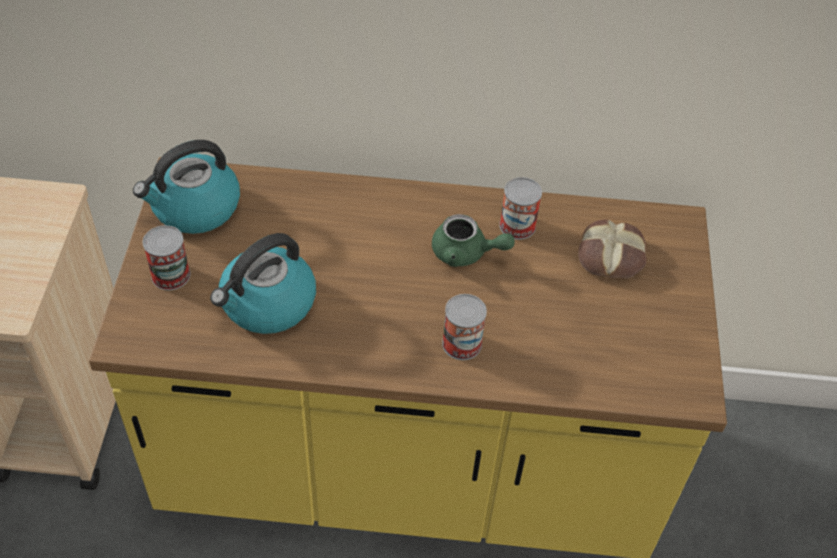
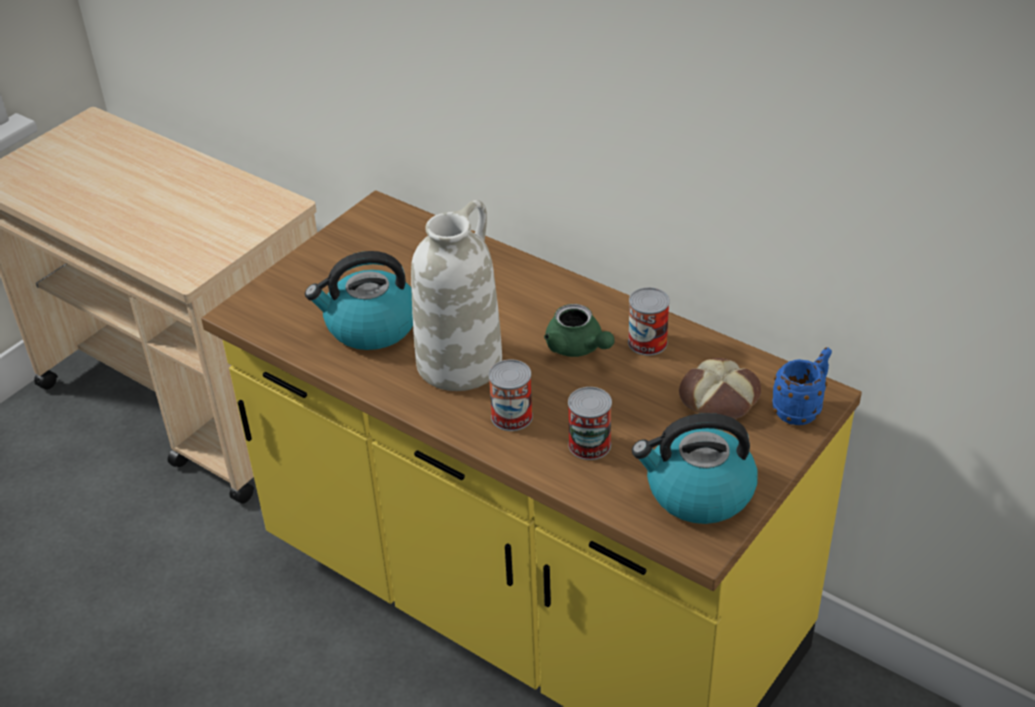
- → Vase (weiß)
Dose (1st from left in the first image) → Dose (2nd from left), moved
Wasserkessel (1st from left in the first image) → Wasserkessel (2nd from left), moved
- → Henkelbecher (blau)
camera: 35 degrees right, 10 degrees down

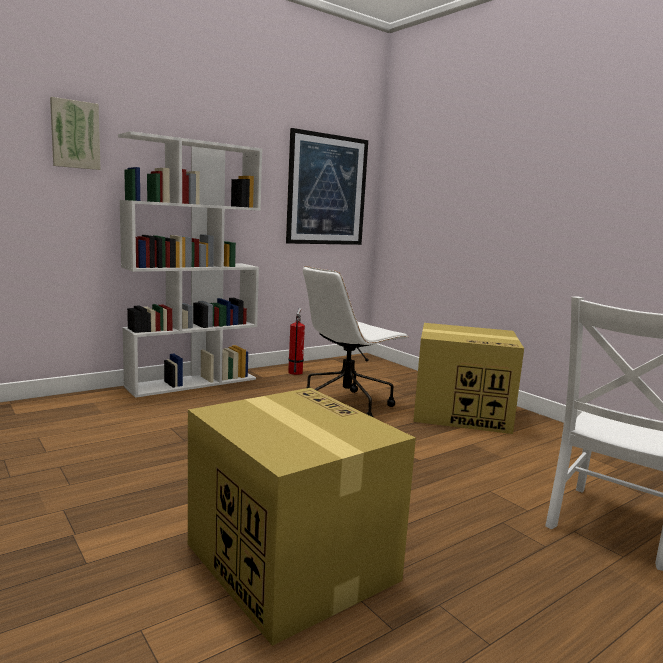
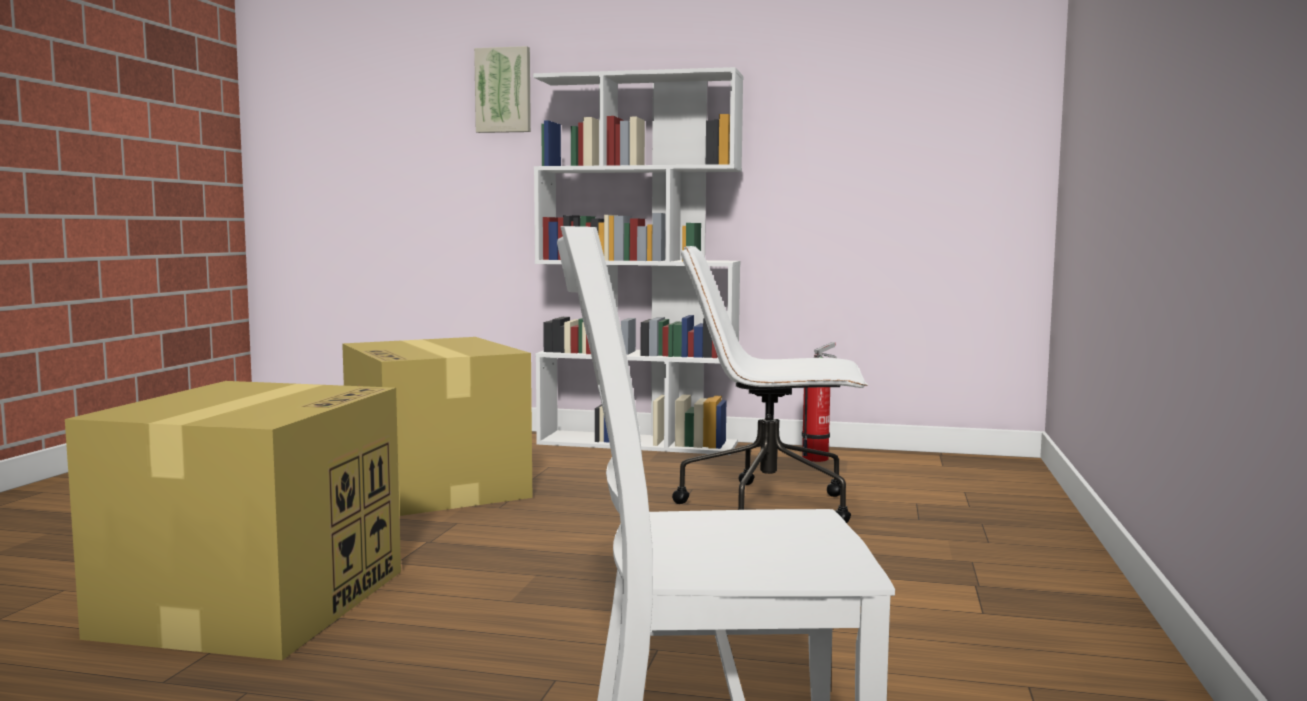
Karton (2nd from left), moved
Bild (2nd from left) → -
camera: 50 degrees right, 5 degrees down

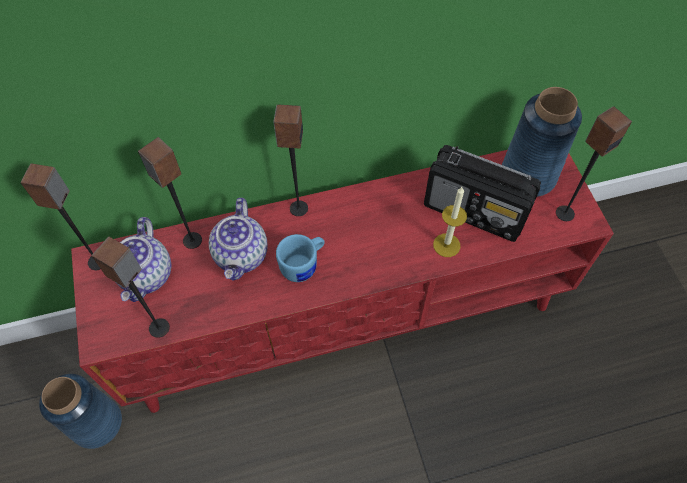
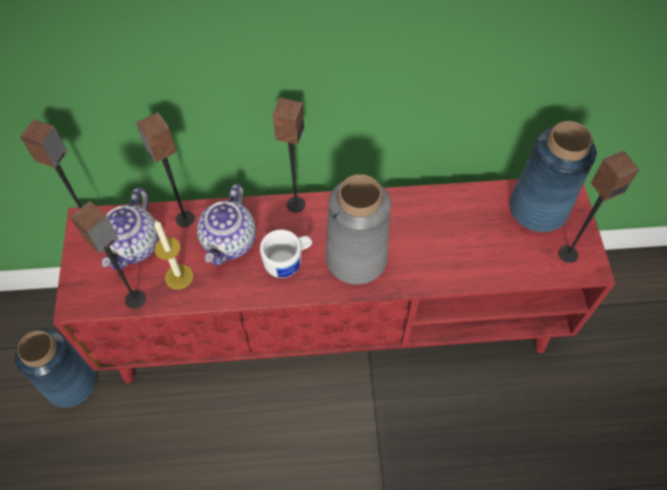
Kerze, moved
Henkelbecher (blau) → Henkelbecher (weiß)
- → Vase (grau)
Radio → -
camera: 10 degrees right, 0 degrees up

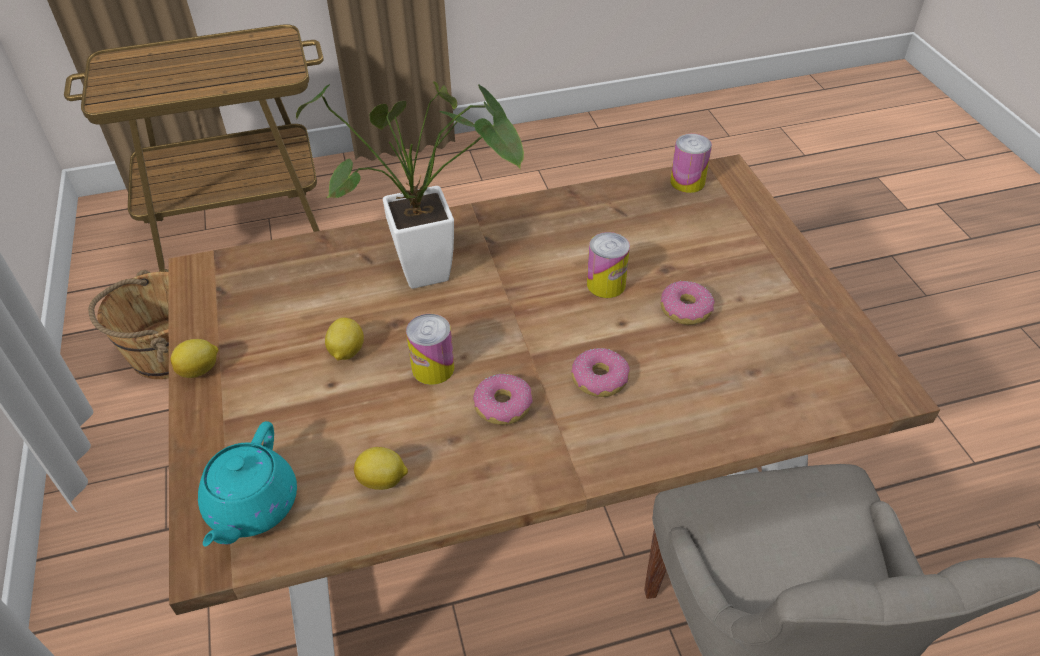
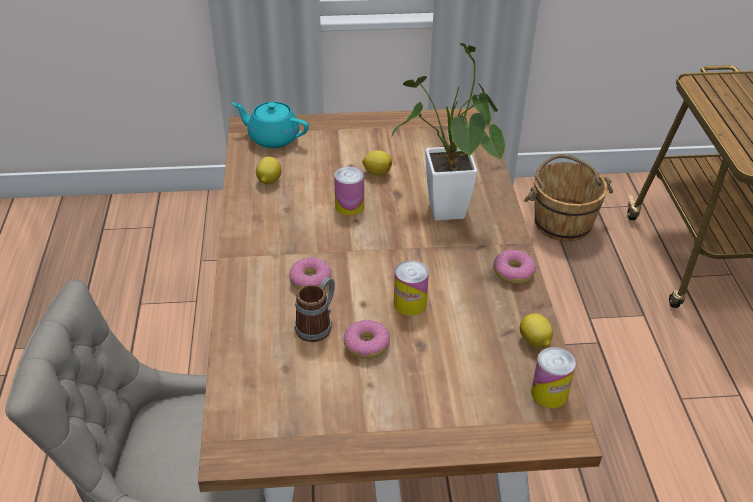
- → Henkelbecher
Donut (1st from left in the first image) → Donut (3rd from left), moved
Zitrone (1st from left in the first image) → Zitrone (3rd from left), moved
camera: 100 degrees right, 5 degrees down

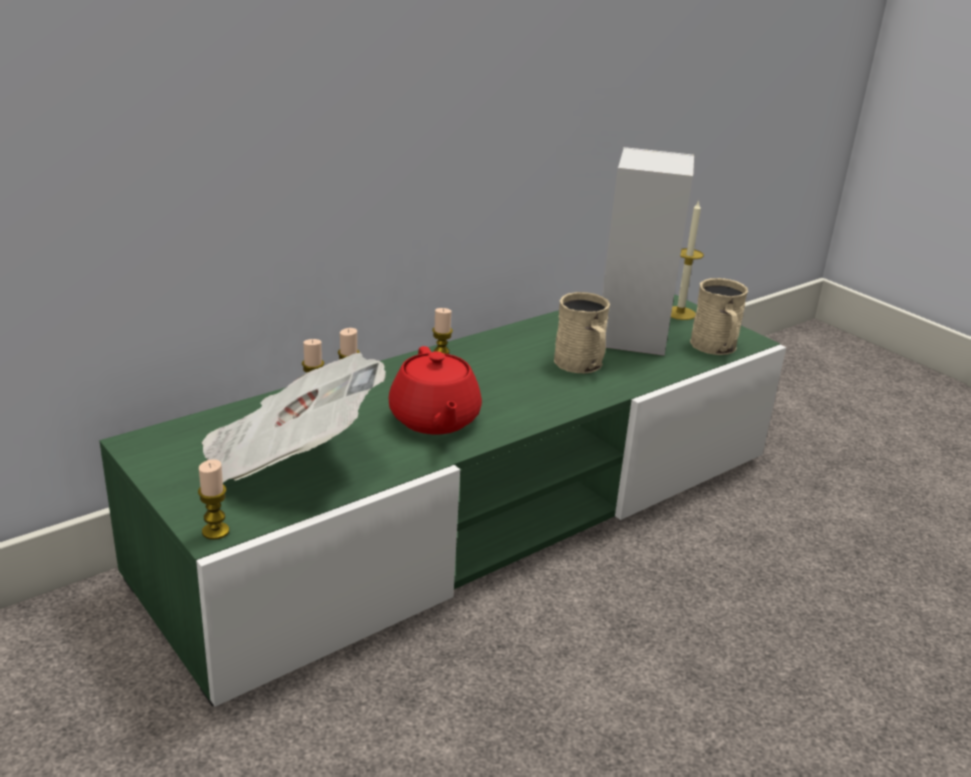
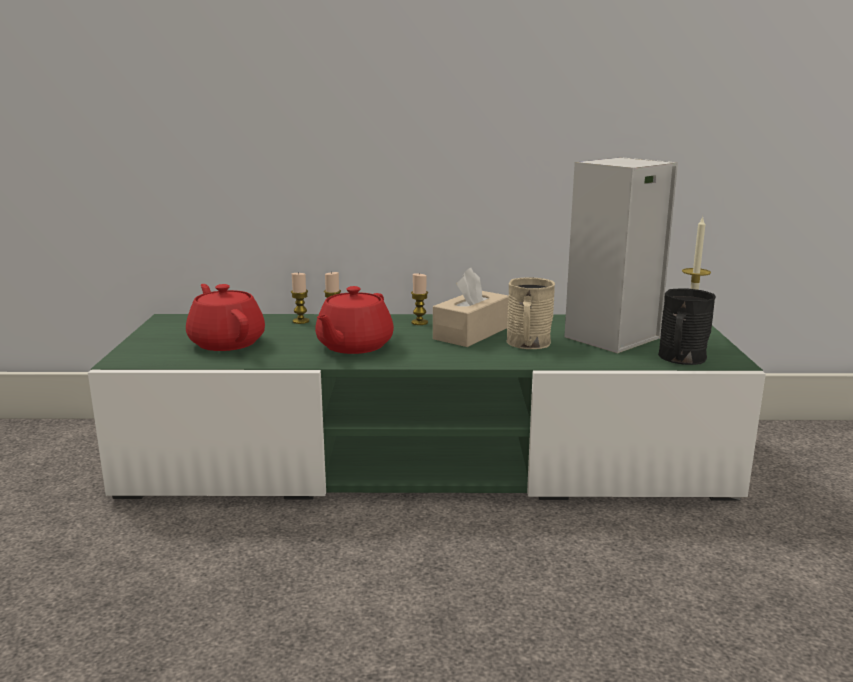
Zeitung → Teekanne (rot) (1st from left)
- → Taschentuchbox (beige)
Henkelbecher (beige) (2nd from left) → Henkelbecher (schwarz)
Kerze (1st from left) → -
camera: 40 degrees right, 10 degrees down

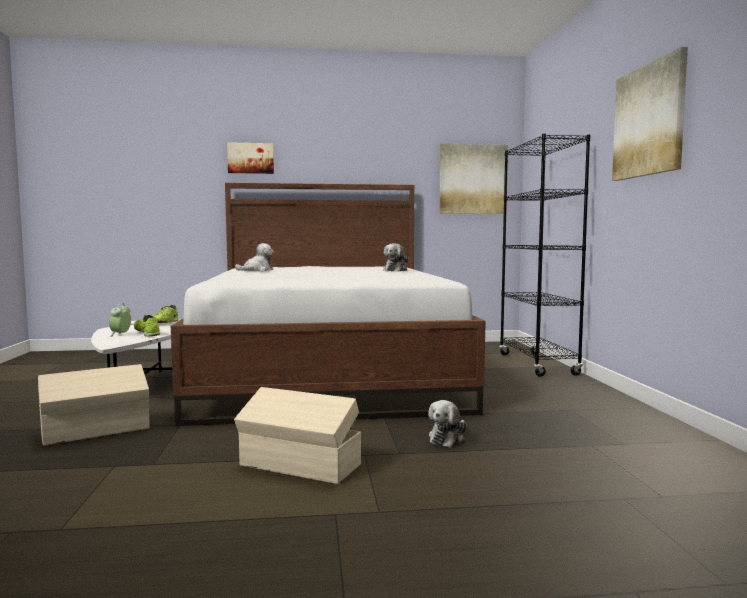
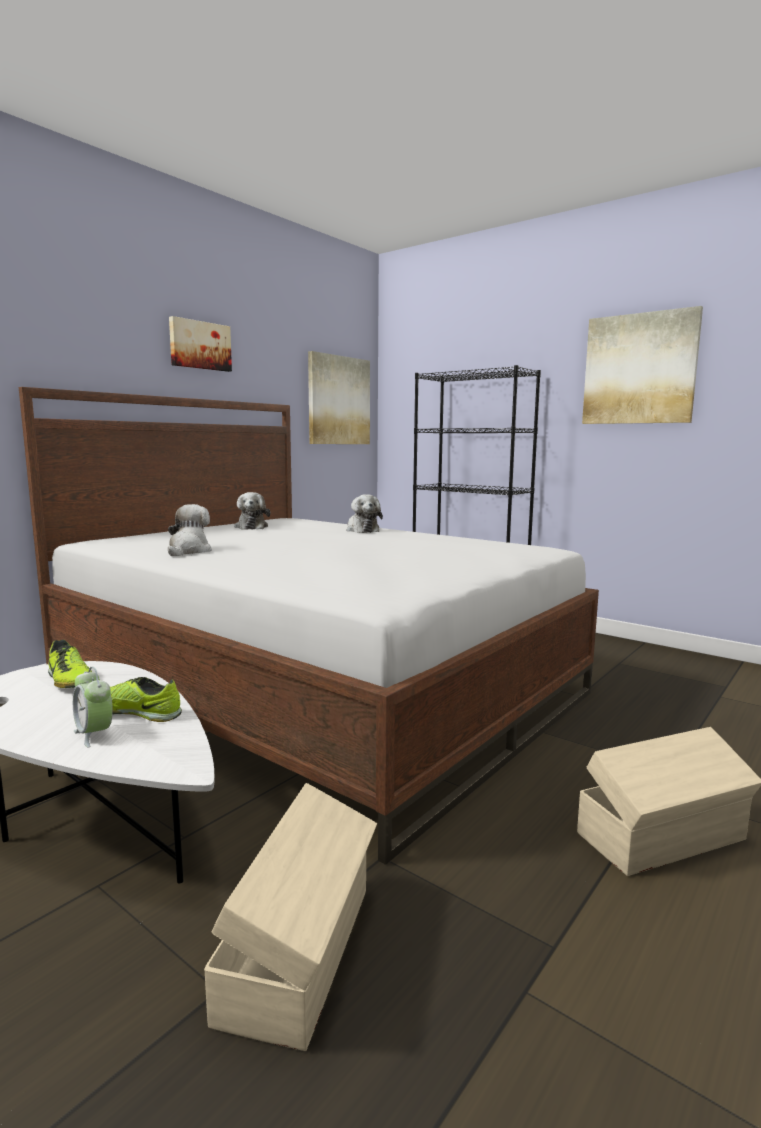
Bild (1st from left), moved
Plüschtier (3rd from left in the first image) → Plüschtier (2nd from left), moved
camera: 45 degrees left, 5 degrees up

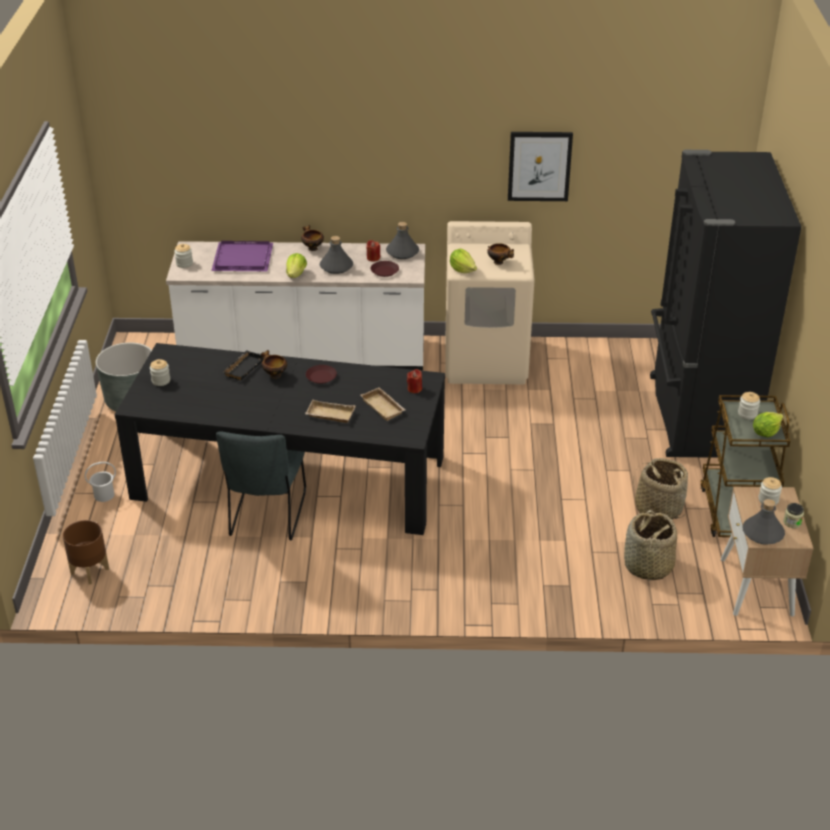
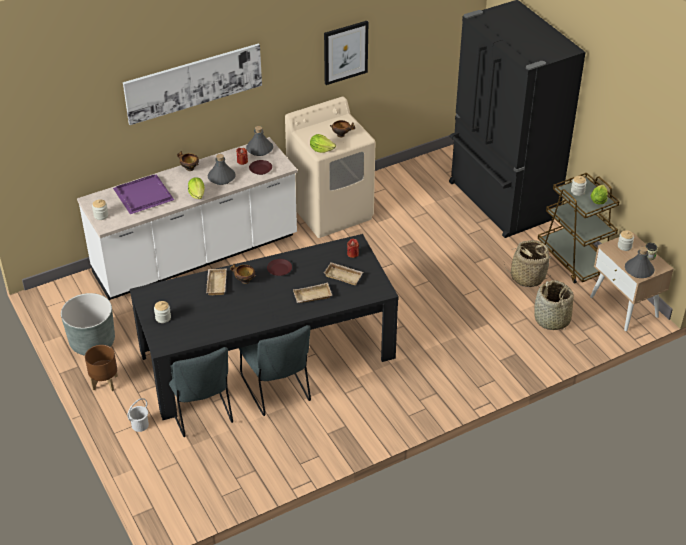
Pflanzkübel (braun), moved
- → Bild (1st from left)
- → Stuhl (grau) (1st from left)
Tablett (schwarz) → Tablett (beige) (1st from left)
camera: 30 degrees left, 5 degrees up

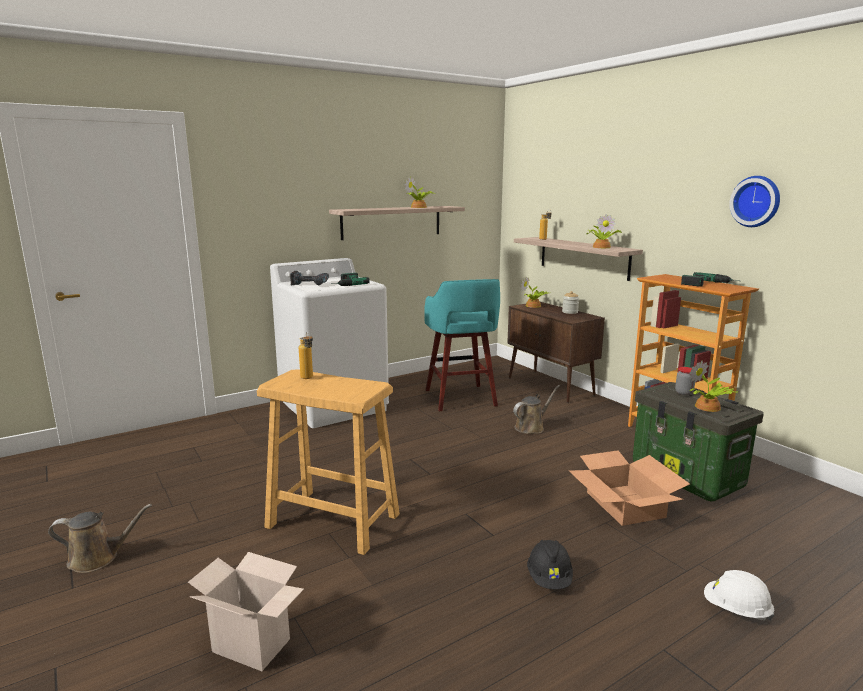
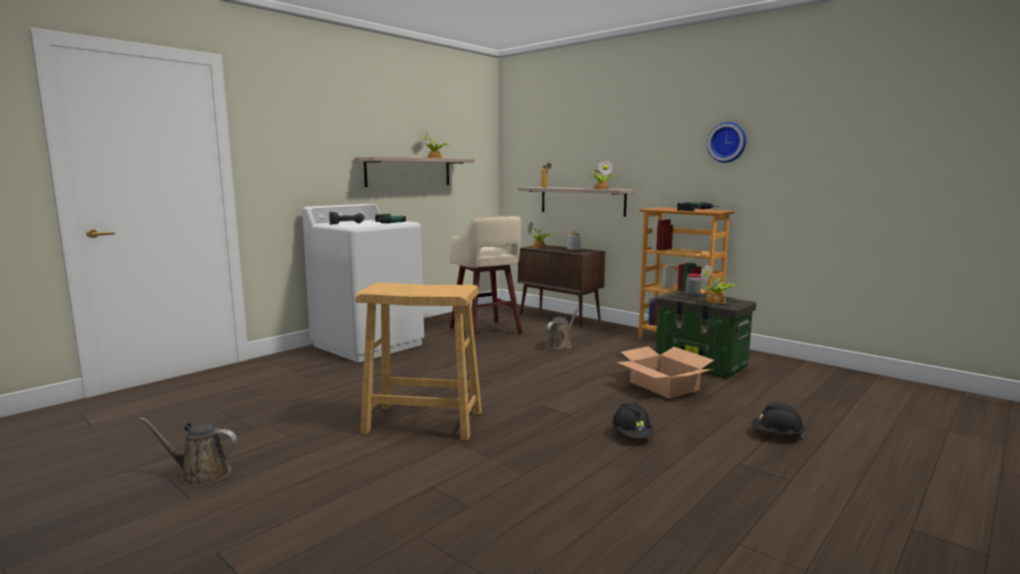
Gießkanne (braun) (1st from left), 150 degrees counterclockwise
Hocker (türkis) → Hocker (beige) (2nd from left)
Schutzhelm (weiß) → Schutzhelm (schwarz) (2nd from left)
Karton (1st from left) → -
Flasche (1st from left) → -
camera: 15 degrees left, 5 degrees down

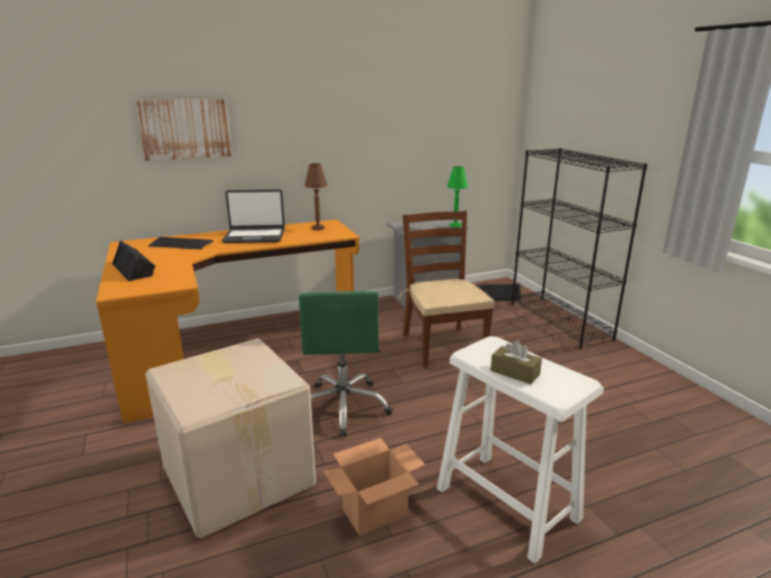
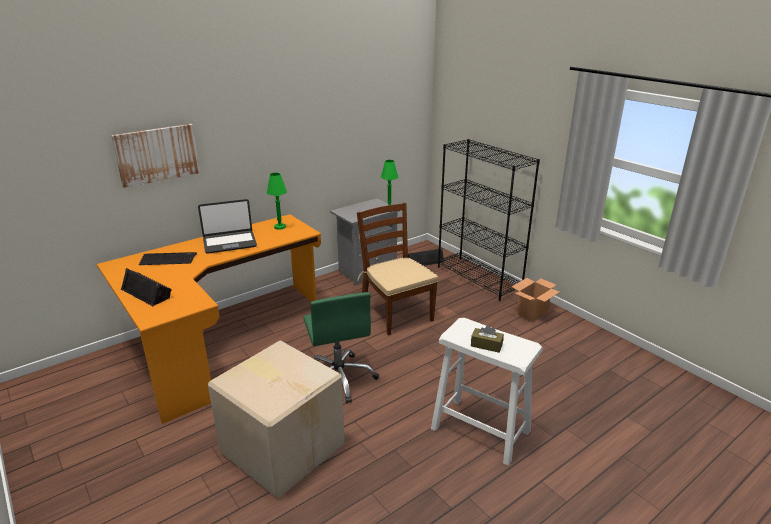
Tischlampe (braun) → Tischlampe (grün) (1st from left)
Karton (2nd from left), moved
camera: 15 degrees left, 5 degrees up

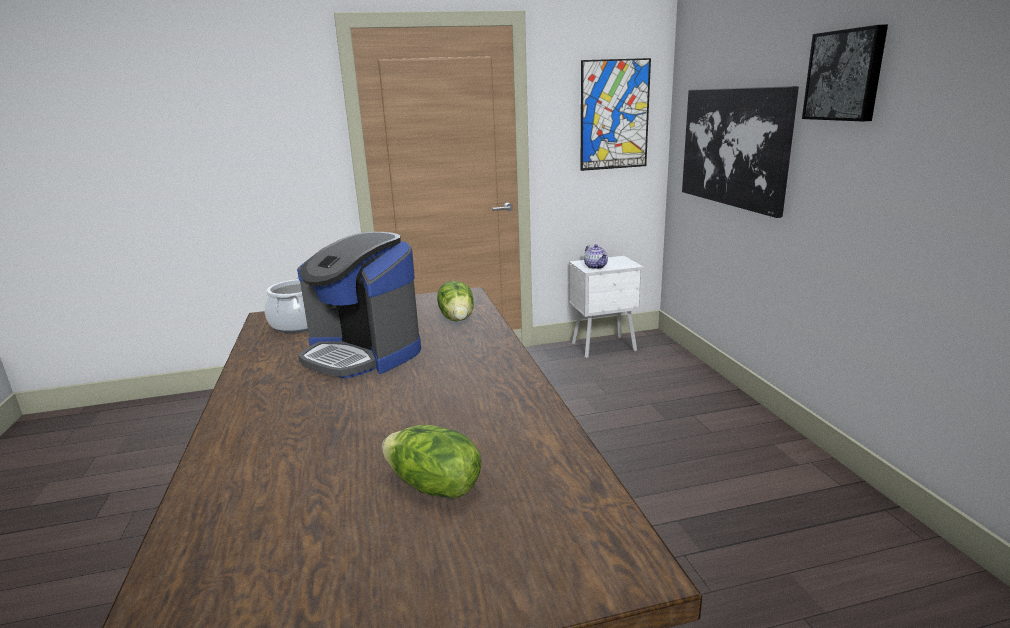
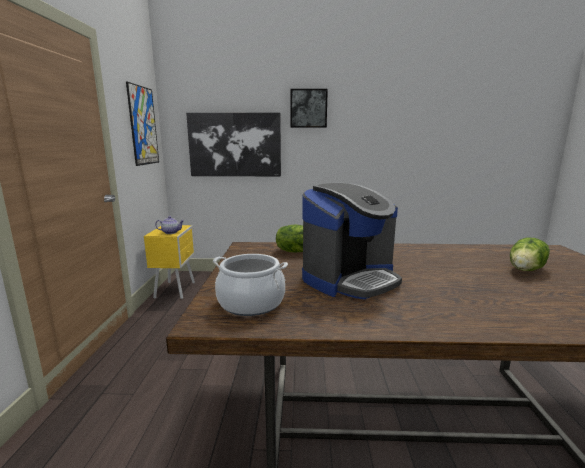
Nachttisch (weiß) → Nachttisch (gelb)
camera: 75 degrees left, 5 degrees down

